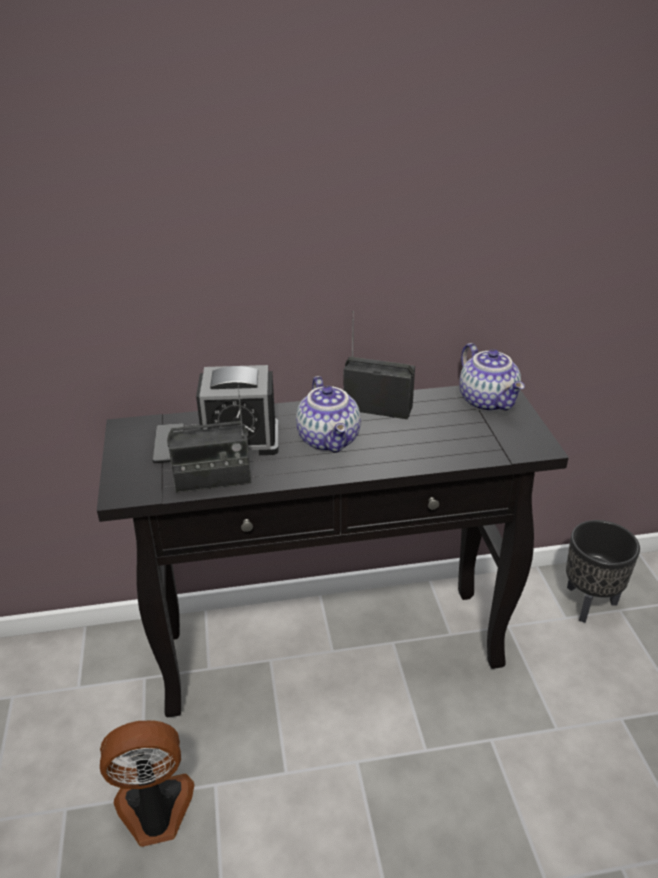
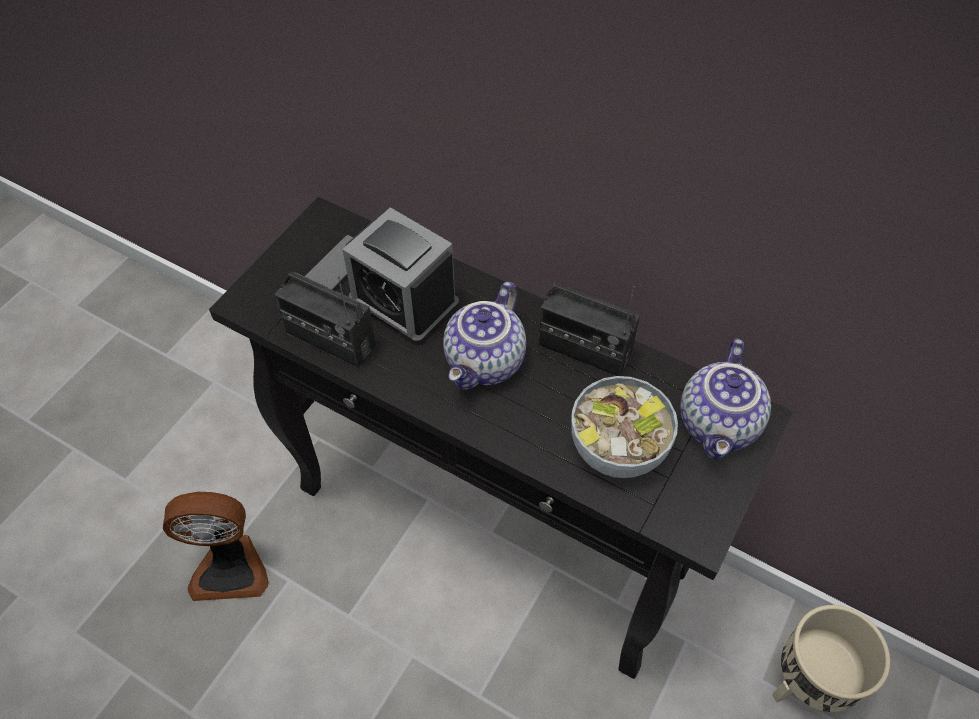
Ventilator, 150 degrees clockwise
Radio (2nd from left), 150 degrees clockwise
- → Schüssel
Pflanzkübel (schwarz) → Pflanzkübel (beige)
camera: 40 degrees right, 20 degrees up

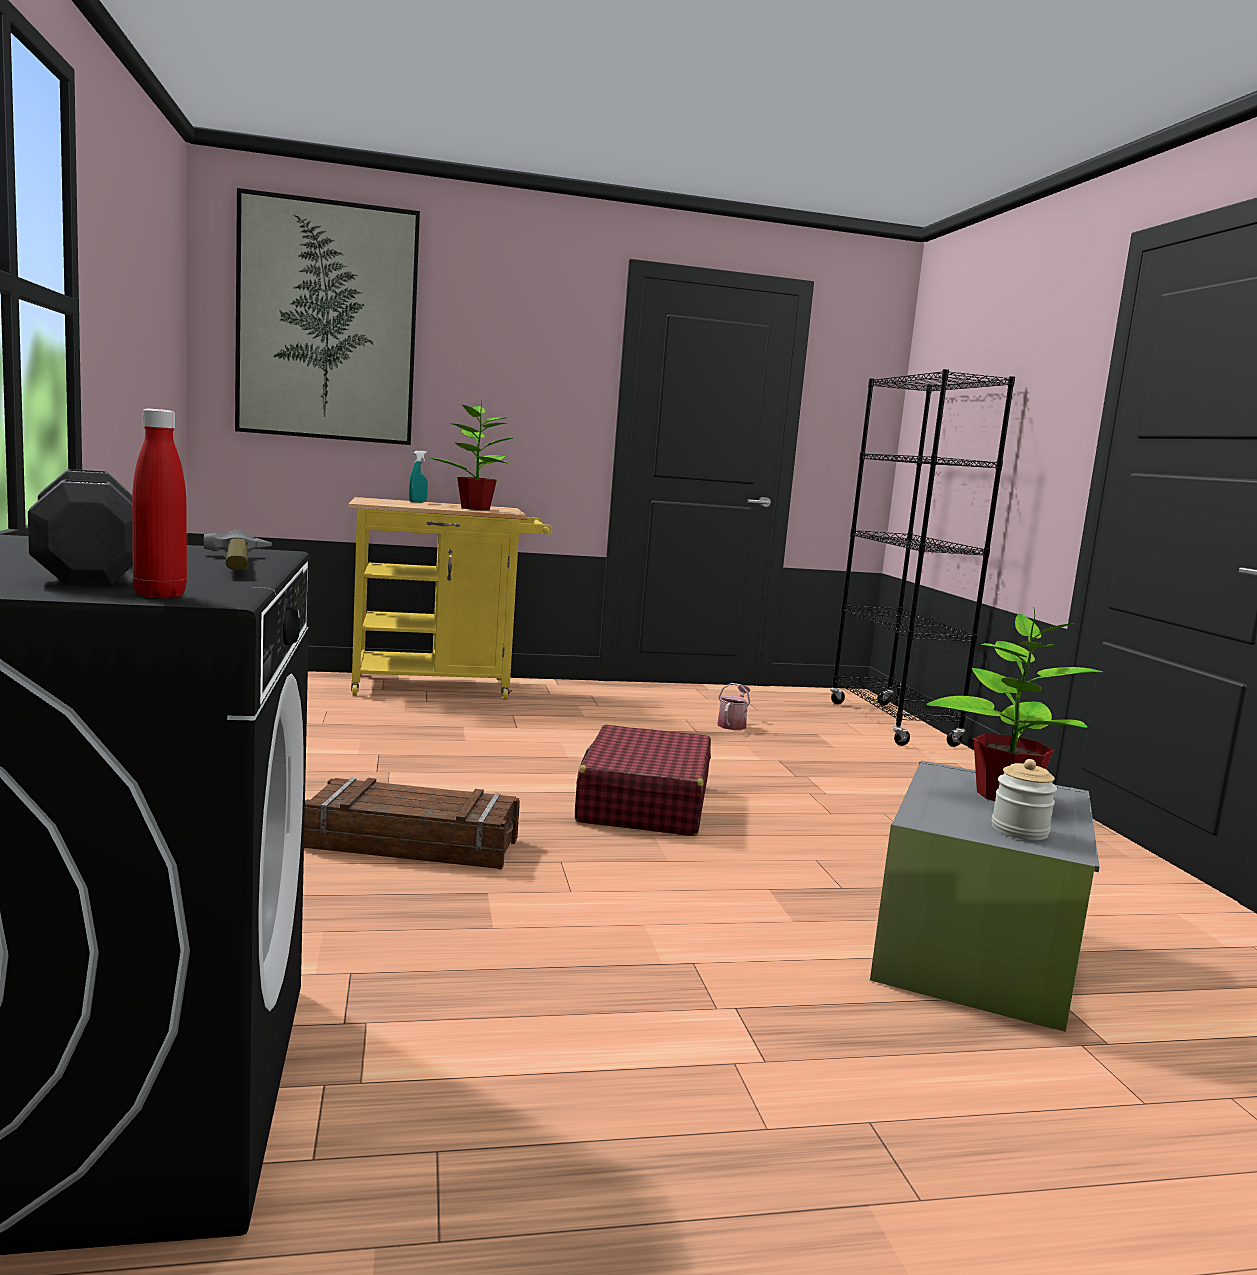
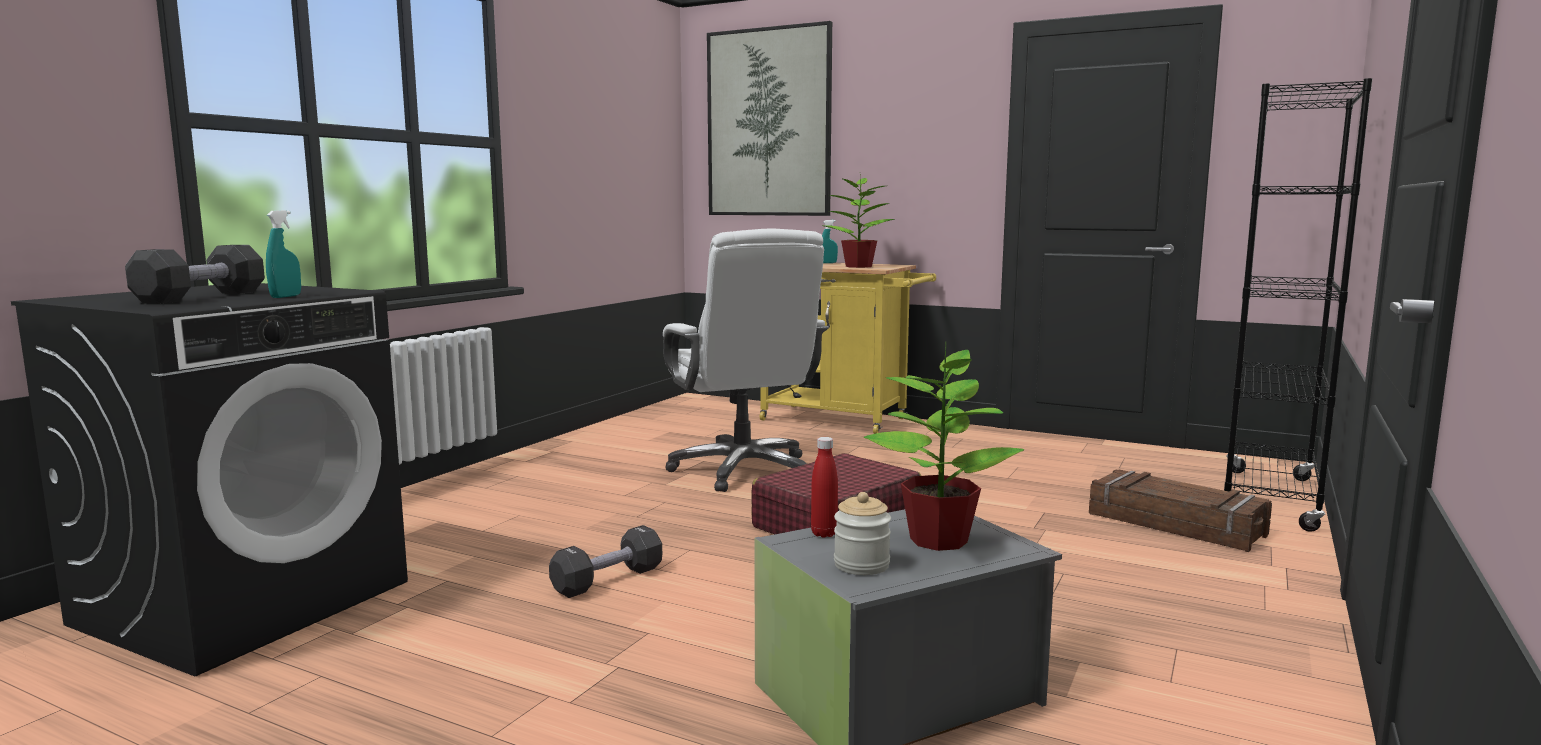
Hammer → Sprühflasche (türkis) (1st from left)
- → Hantel (schwarz) (2nd from left)
- → Bürostuhl (weiß)
Flasche (rot), moved
Kiste, moved
Gießkanne → -
camera: 40 degrees right, 0 degrees up

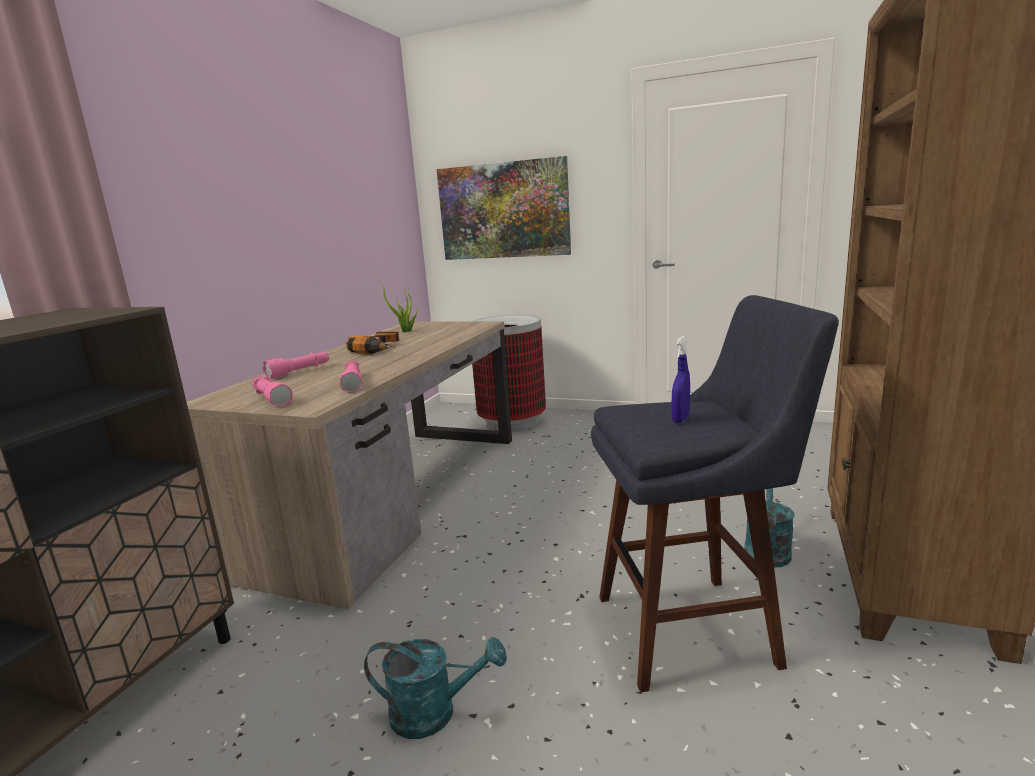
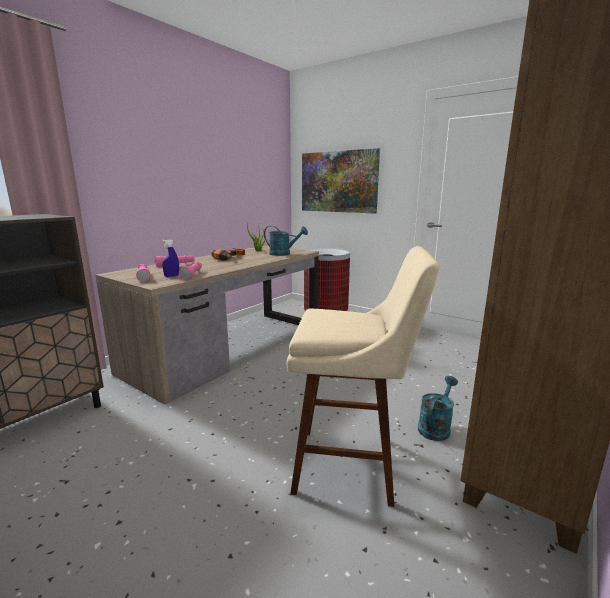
Sprühflasche (blau), moved
Gießkanne (türkis) (1st from left), moved
Hocker (blau) → Hocker (beige)
camera: 15 degrees right, 0 degrees up

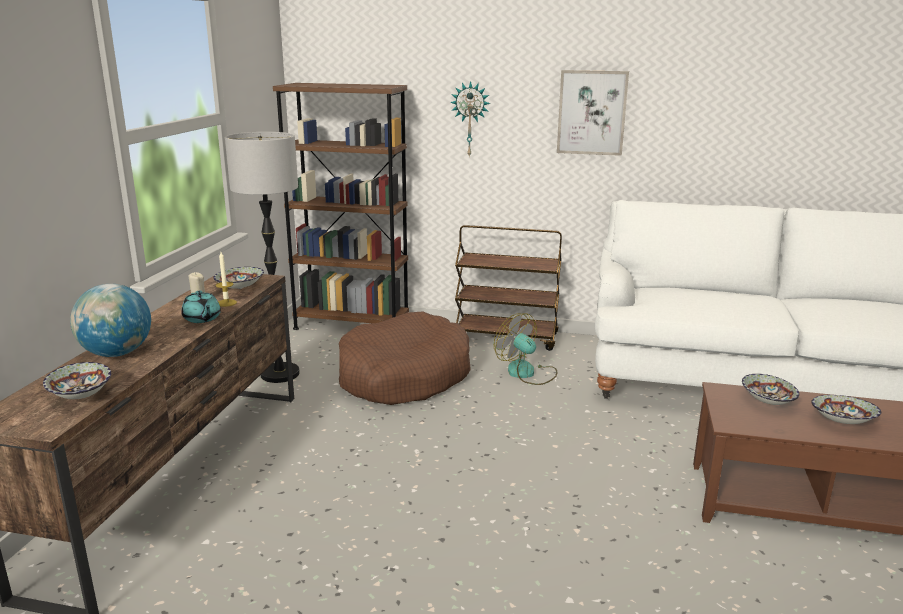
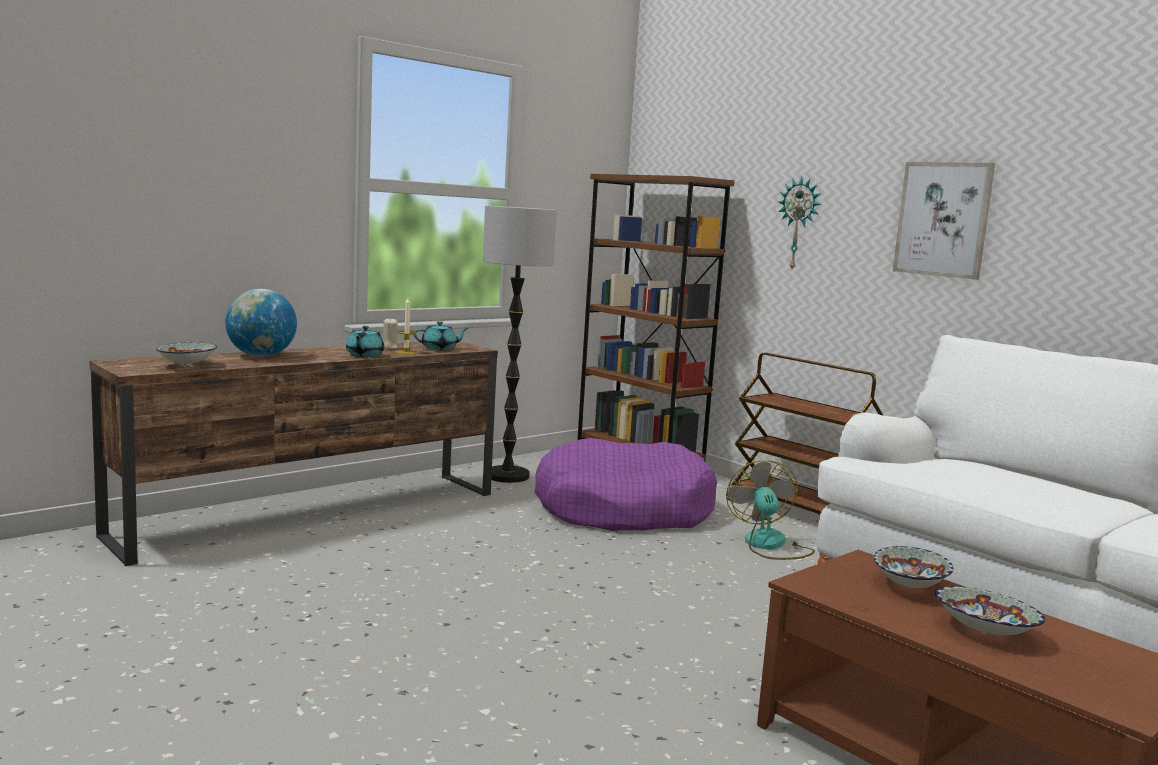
Schüssel (2nd from left) → Teekanne (türkis) (2nd from left)
Hundebett (braun) → Hundebett (lila)
camera: 35 degrees right, 10 degrees down

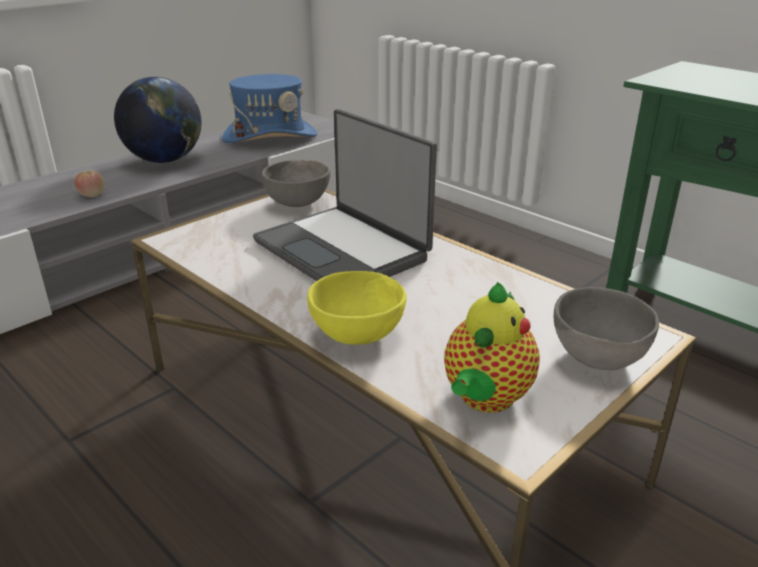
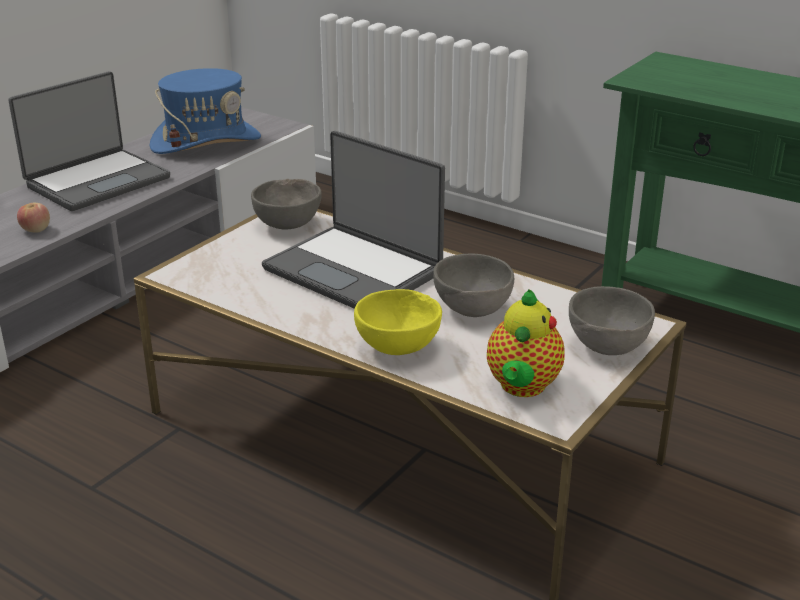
Globus → Laptop (1st from left)
- → Schüssel (grau) (2nd from left)
camera: 10 degrees left, 0 degrees up

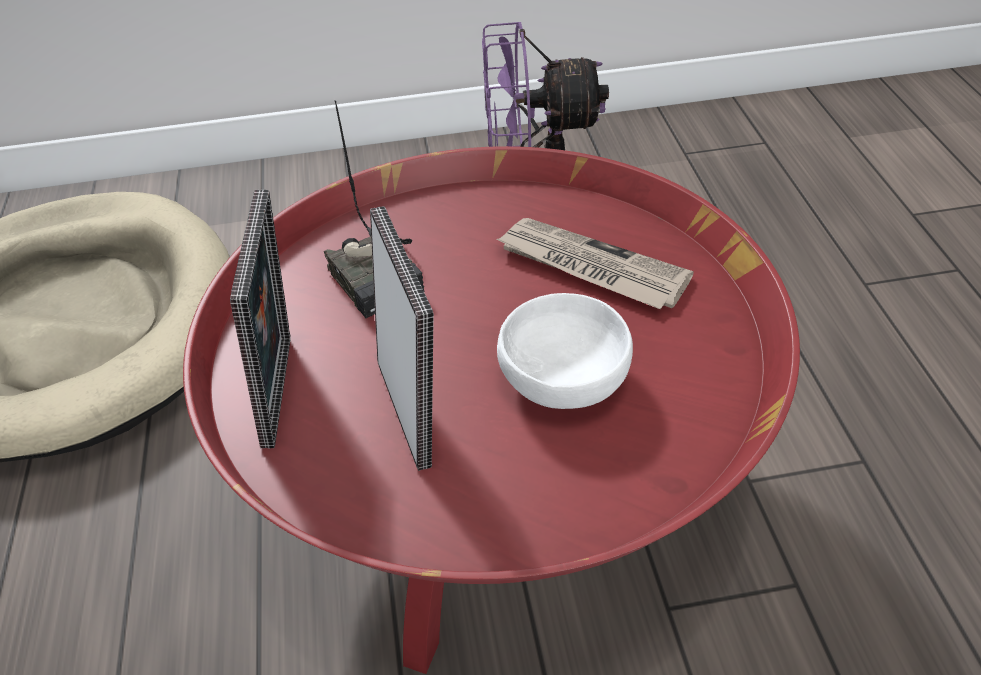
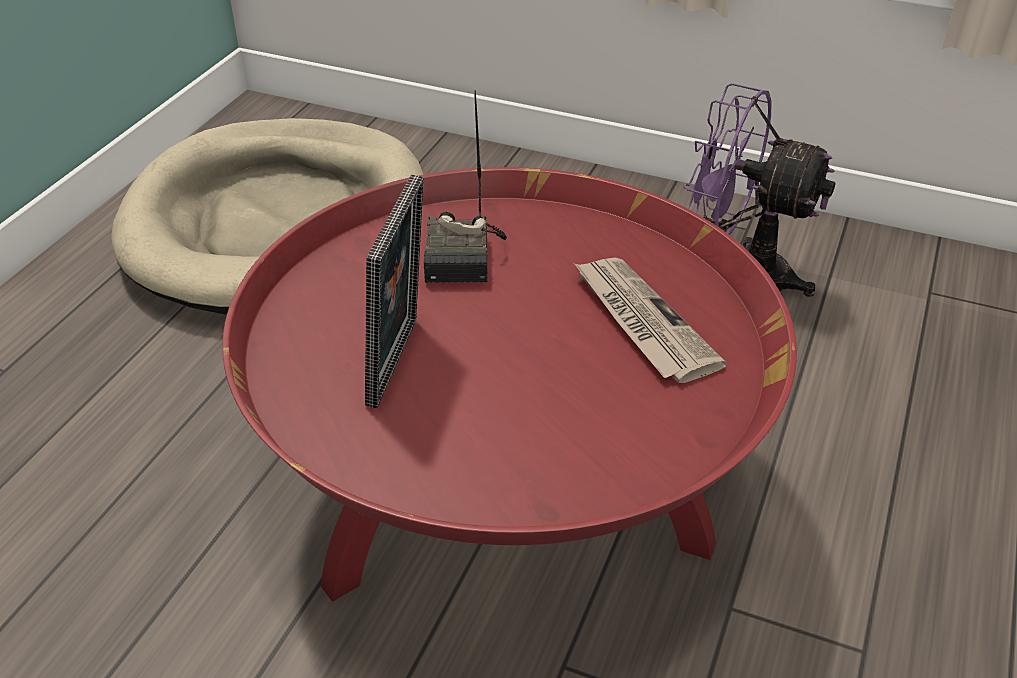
Bilderrahmen (1st from left) → -
Schüssel (weiß) → -
camera: 30 degrees right, 5 degrees down

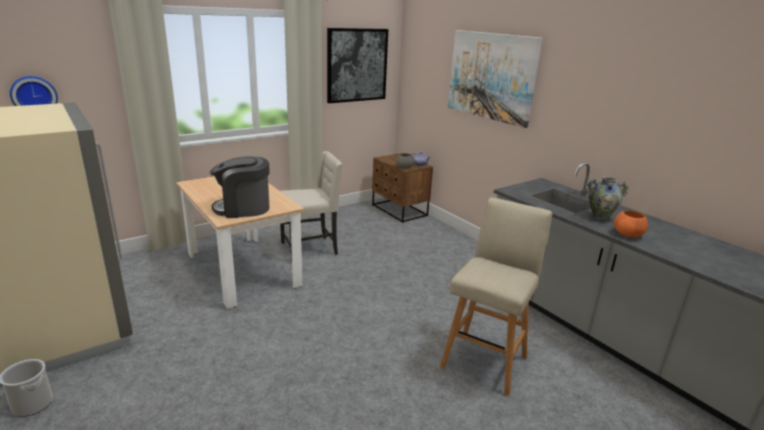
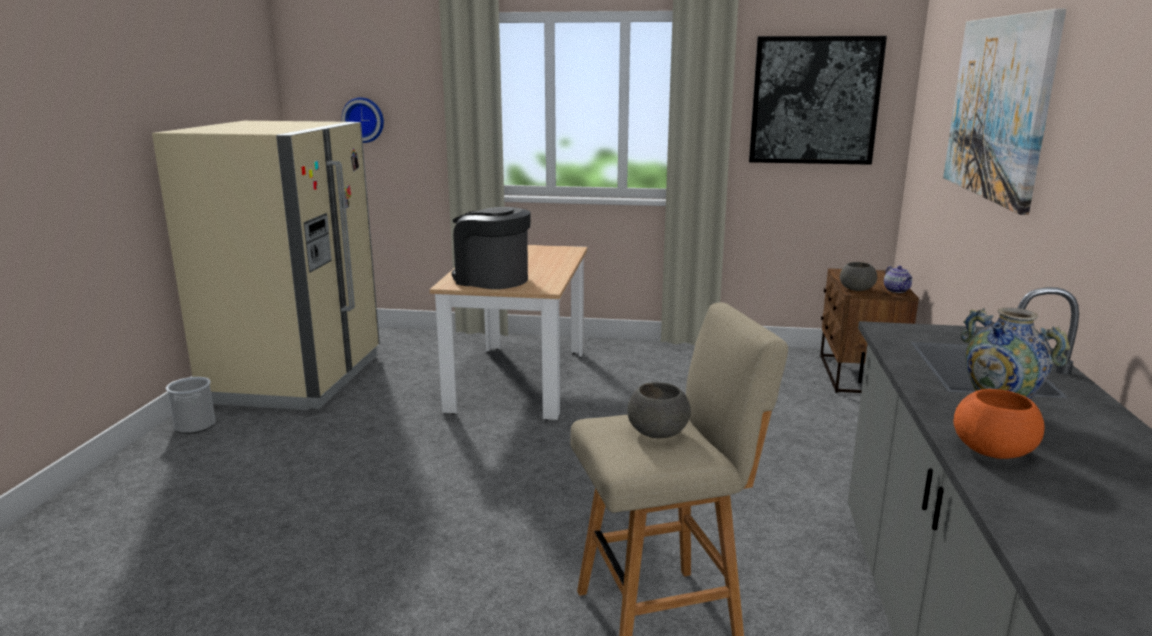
- → Schüssel (grau) (1st from left)
Stuhl (beige) → -
camera: 45 degrees right, 5 degrees down

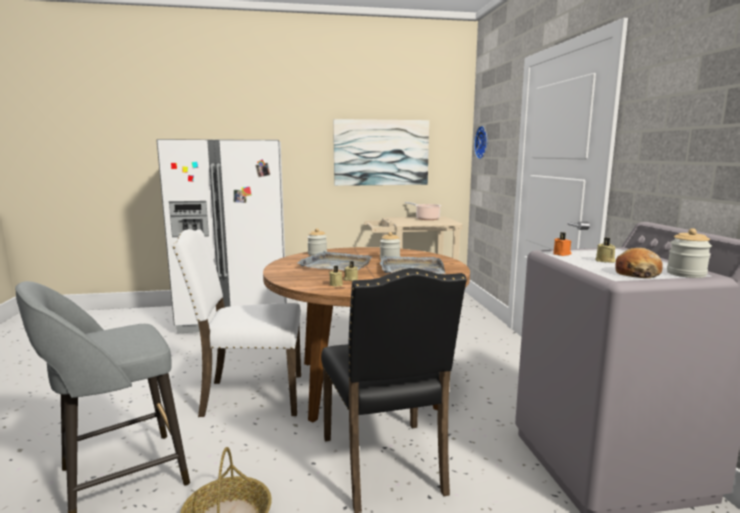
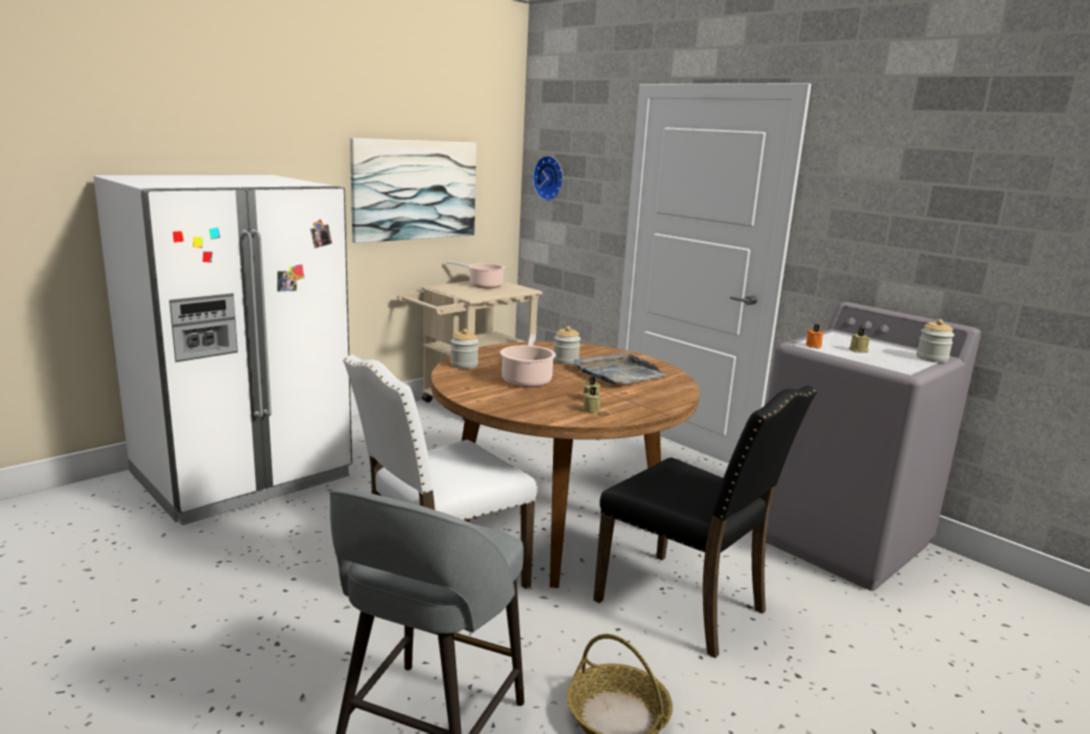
Tablett (grau) (1st from left) → Kochtopf (2nd from left)
Brot → -
camera: 35 degrees left, 5 degrees up

